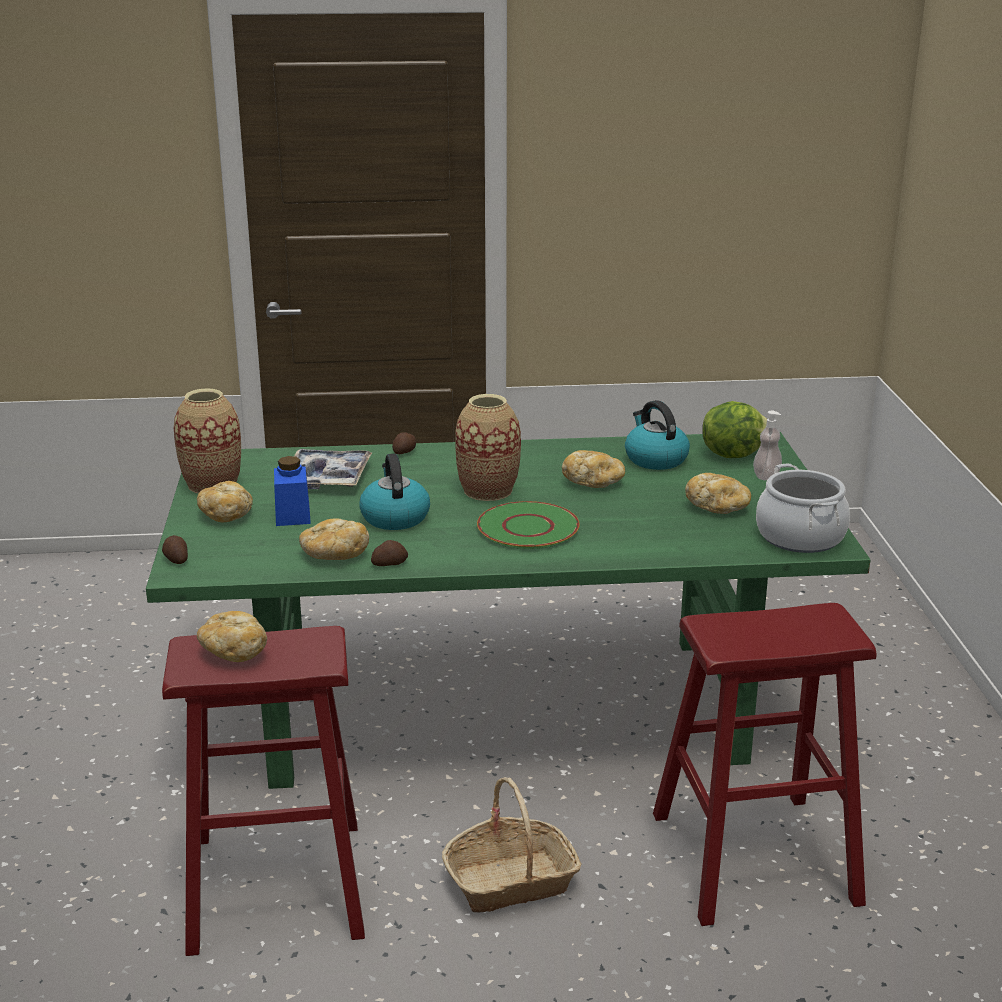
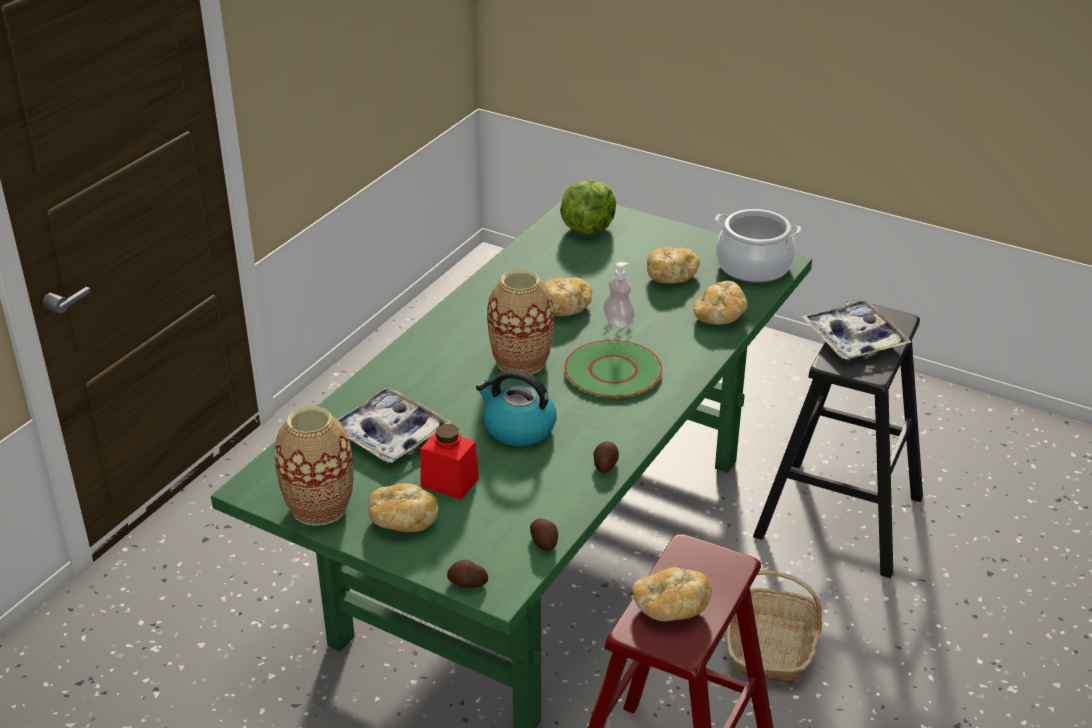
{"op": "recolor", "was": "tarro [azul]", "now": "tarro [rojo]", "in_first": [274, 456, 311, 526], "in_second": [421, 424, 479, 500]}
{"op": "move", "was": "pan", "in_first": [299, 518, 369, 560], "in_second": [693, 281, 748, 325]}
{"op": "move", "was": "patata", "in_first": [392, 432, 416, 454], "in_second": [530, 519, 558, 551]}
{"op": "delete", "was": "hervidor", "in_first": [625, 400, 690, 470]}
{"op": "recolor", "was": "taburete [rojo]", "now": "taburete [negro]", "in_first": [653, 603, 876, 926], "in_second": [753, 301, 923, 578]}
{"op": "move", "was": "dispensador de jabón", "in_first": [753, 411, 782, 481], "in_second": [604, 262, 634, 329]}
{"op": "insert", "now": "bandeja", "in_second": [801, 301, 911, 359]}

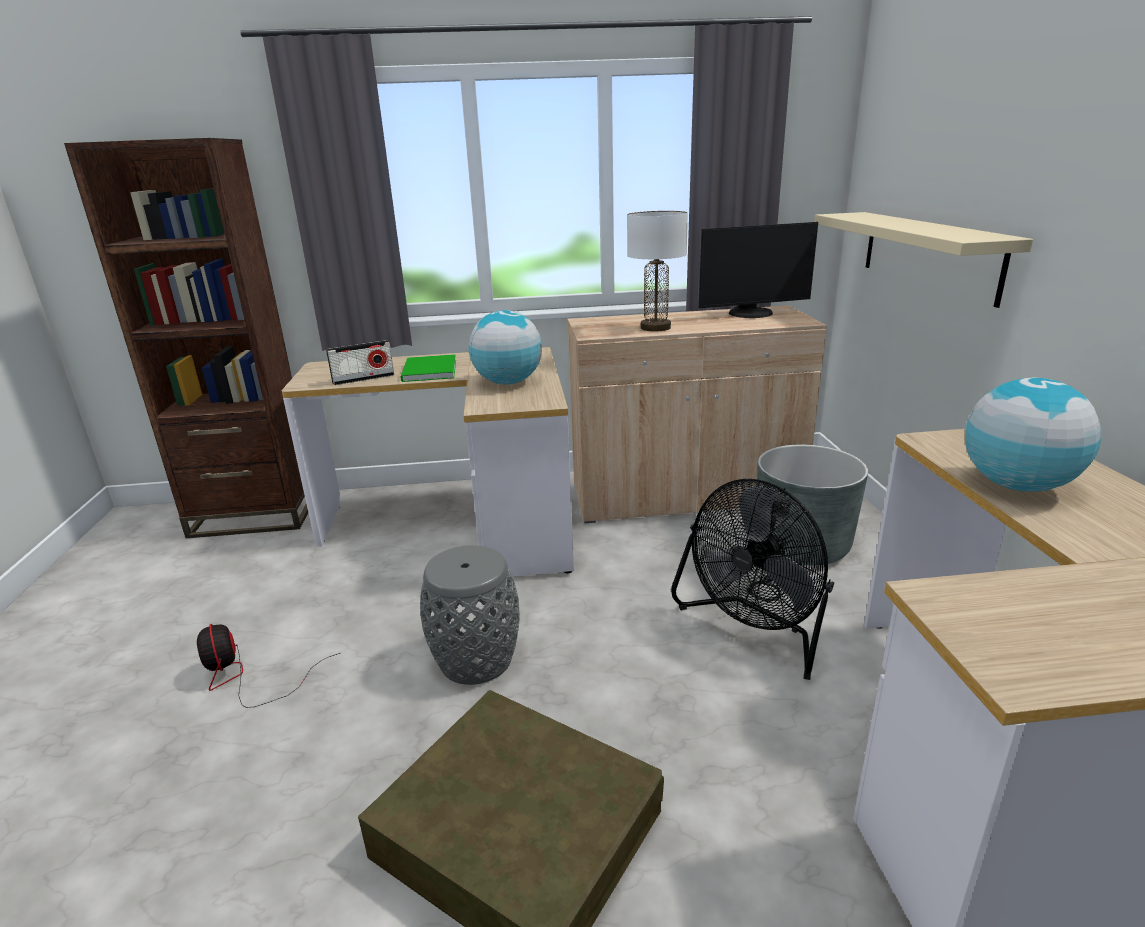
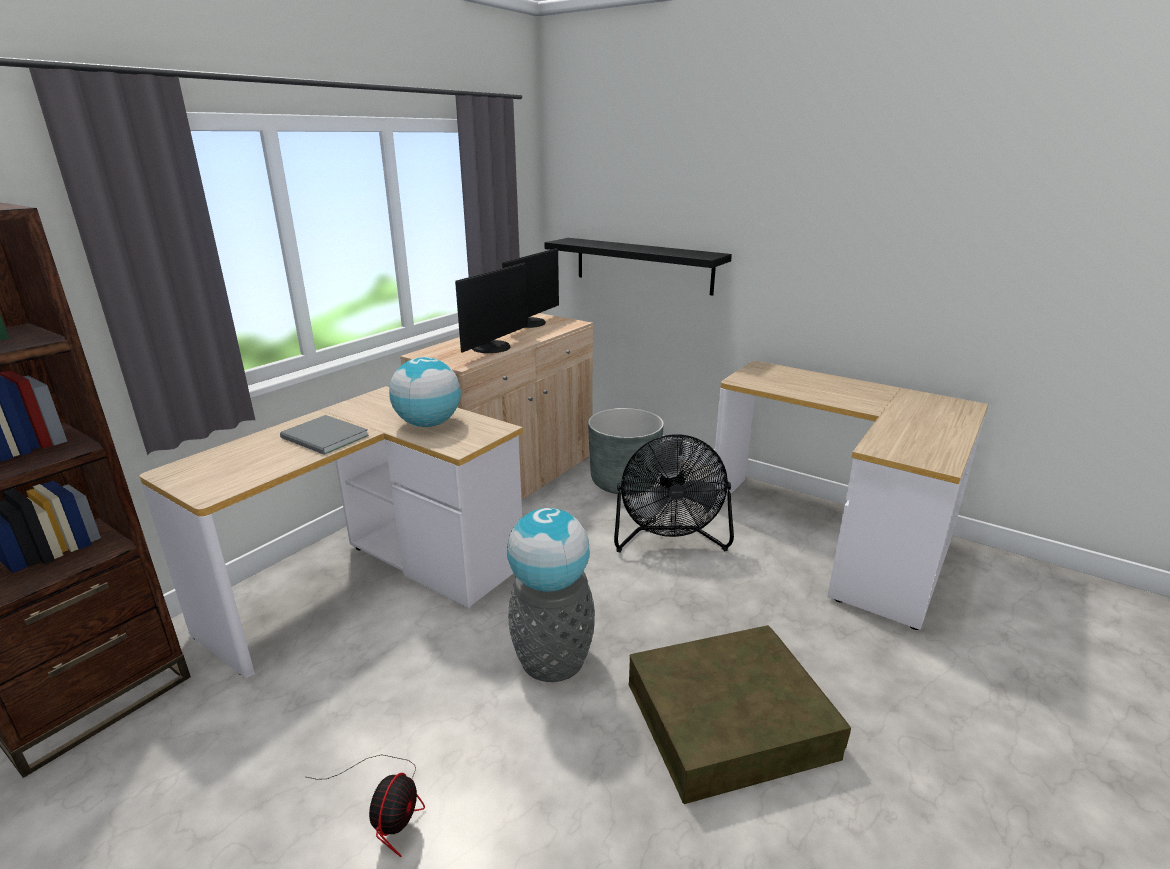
{"op": "rotate", "was": "ventilador", "in_first": [197, 624, 340, 708], "in_second": [305, 755, 425, 857], "clockwise": -90}
{"op": "delete", "was": "radio", "in_first": [326, 340, 394, 385]}
{"op": "recolor", "was": "libro [verde]", "now": "libro [gris]", "in_first": [401, 354, 456, 382], "in_second": [280, 415, 369, 455]}
{"op": "replace", "was": "lámpara de mesa", "now": "monitor", "in_first": [627, 211, 688, 331], "in_second": [455, 263, 528, 353]}
{"op": "recolor", "was": "estante [beis]", "now": "estante [negro]", "in_first": [814, 212, 1033, 308], "in_second": [545, 238, 732, 296]}
{"op": "move", "was": "globo terráqueo", "in_first": [965, 378, 1101, 492], "in_second": [507, 508, 590, 592]}

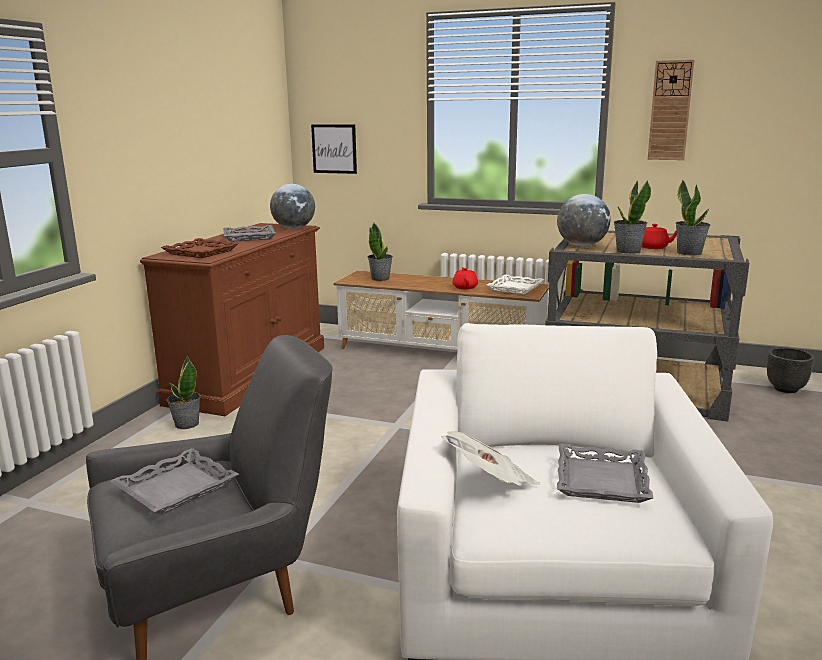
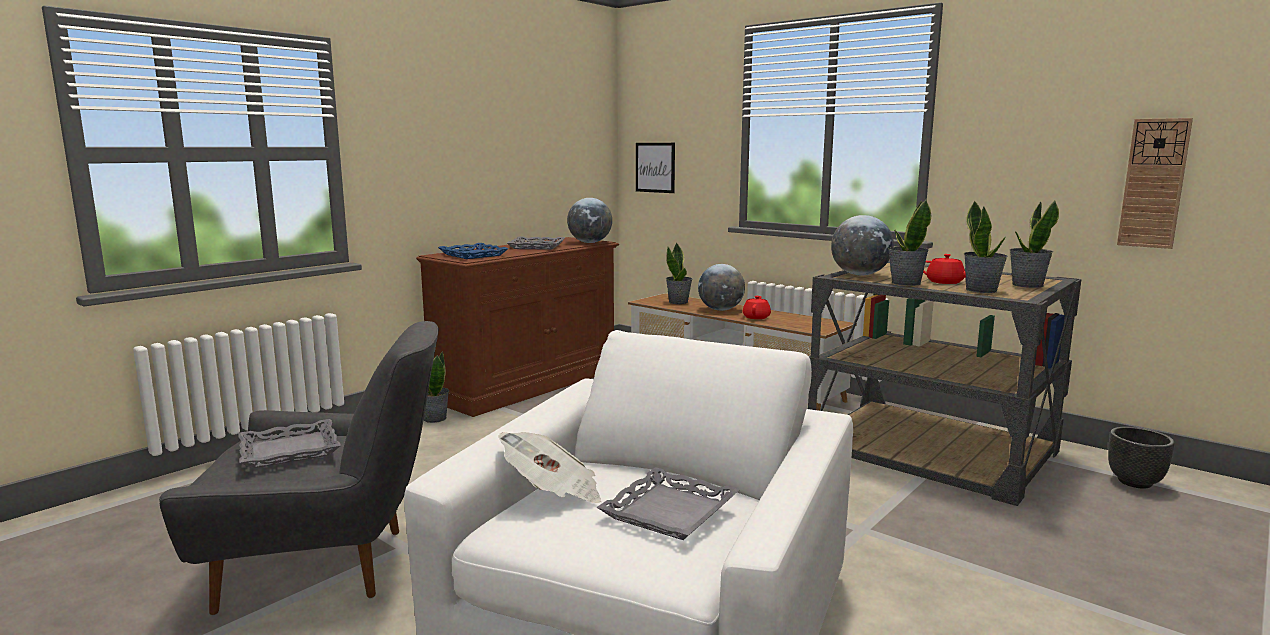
{"op": "recolor", "was": "bandeja [marrón]", "now": "bandeja [azul]", "in_first": [161, 238, 239, 258], "in_second": [438, 243, 508, 259]}
{"op": "delete", "was": "bandeja [blanco]", "in_first": [487, 275, 544, 294]}
{"op": "move", "was": "reloj de pared", "in_first": [647, 60, 694, 160], "in_second": [1117, 118, 1193, 249]}
{"op": "insert", "now": "globo terráqueo", "in_second": [698, 264, 745, 311]}
{"op": "insert", "now": "planta en maceta", "in_second": [1010, 201, 1059, 288]}

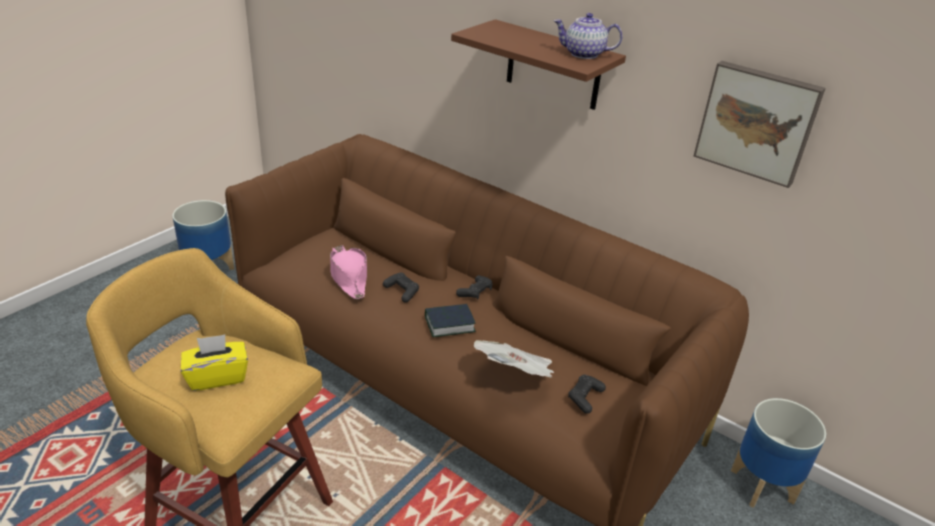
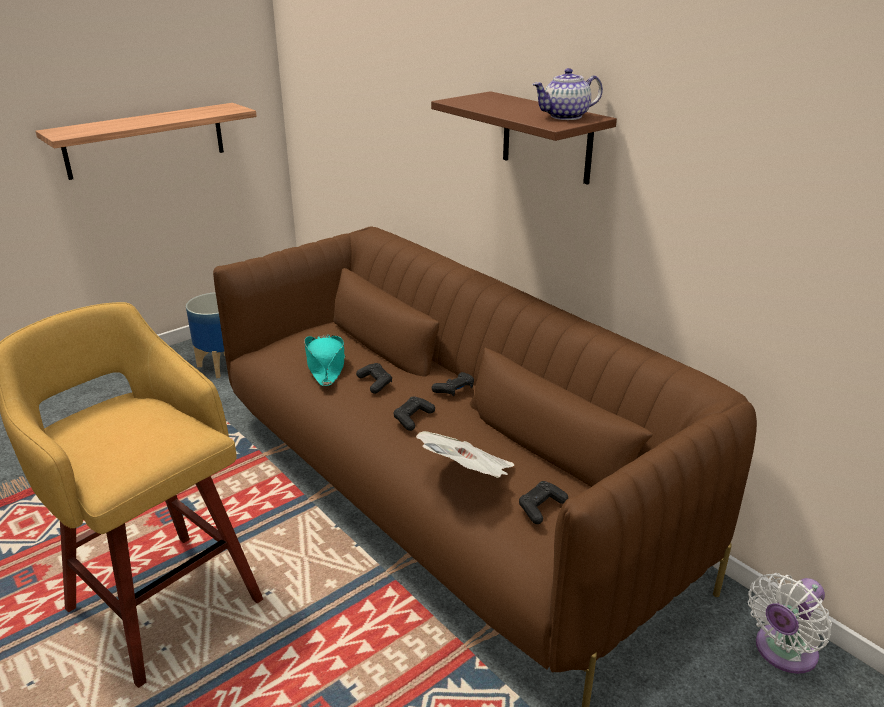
{"op": "delete", "was": "caja de pañuelos [amarillo]", "in_first": [181, 334, 248, 391]}
{"op": "recolor", "was": "sombrero [rosa]", "now": "sombrero [turquesa]", "in_first": [330, 245, 367, 299], "in_second": [304, 334, 346, 386]}
{"op": "replace", "was": "libro", "now": "mando de consola [negro]", "in_first": [425, 304, 476, 337], "in_second": [393, 396, 435, 431]}
{"op": "rotate", "was": "tetera", "in_first": [554, 13, 623, 59], "in_second": [532, 68, 603, 120], "clockwise": -45}
{"op": "delete", "was": "cuadro", "in_first": [694, 61, 826, 188]}
{"op": "replace", "was": "maceta", "now": "ventilador [blanco]", "in_first": [731, 398, 826, 508], "in_second": [748, 573, 832, 674]}
{"op": "insert", "now": "estante", "in_second": [35, 103, 257, 180]}

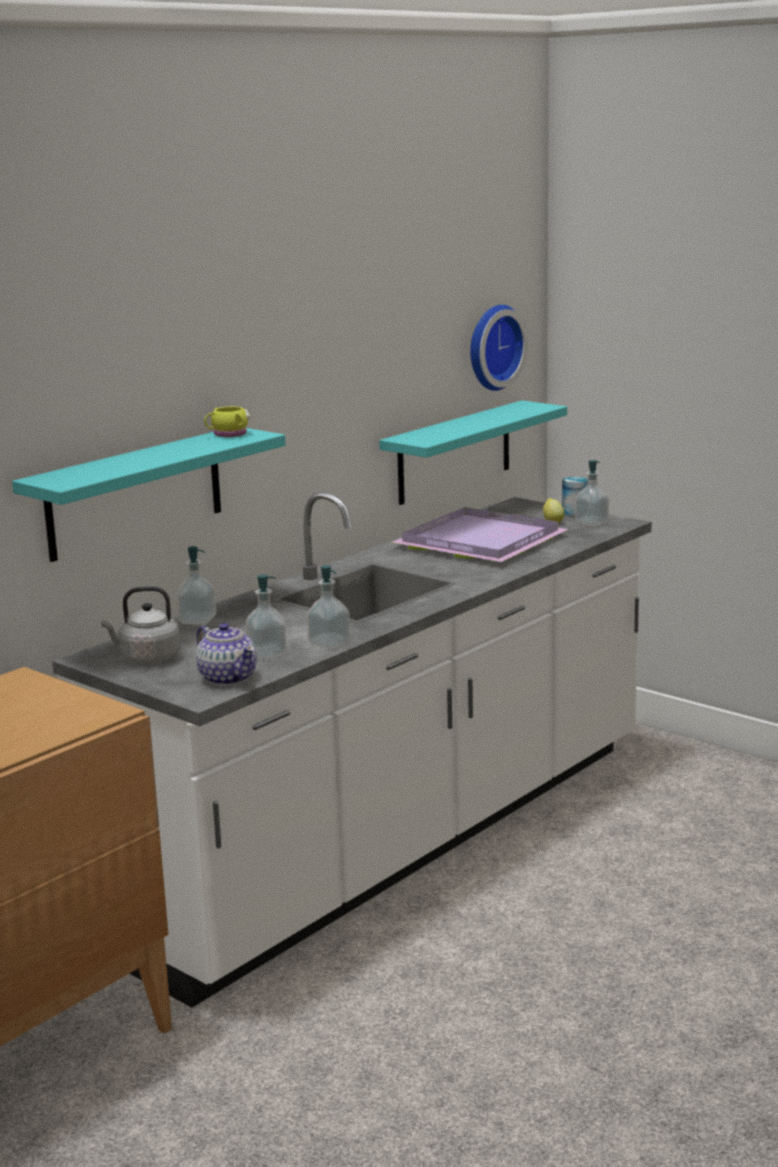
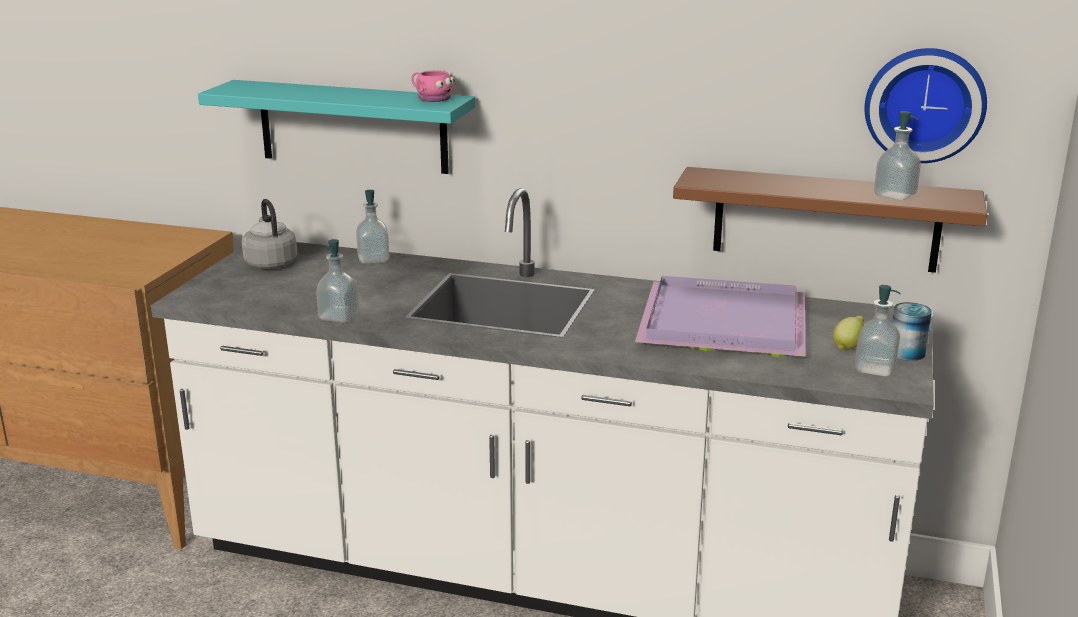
{"op": "delete", "was": "tetera", "in_first": [196, 623, 257, 686]}
{"op": "recolor", "was": "taza grande [amarillo]", "now": "taza grande [rosa]", "in_first": [204, 406, 250, 437], "in_second": [411, 70, 455, 102]}
{"op": "move", "was": "dispensador de jabón", "in_first": [245, 574, 287, 659], "in_second": [874, 111, 921, 200]}
{"op": "recolor", "was": "estante [turquesa]", "now": "estante [marrón]", "in_first": [379, 400, 567, 505], "in_second": [673, 167, 987, 273]}

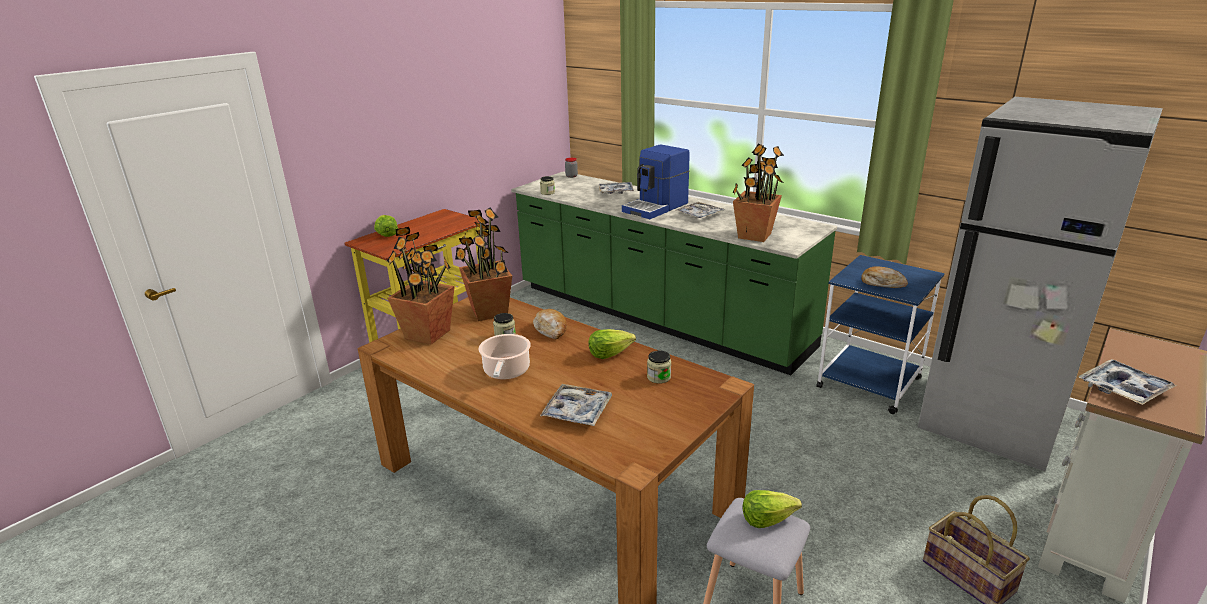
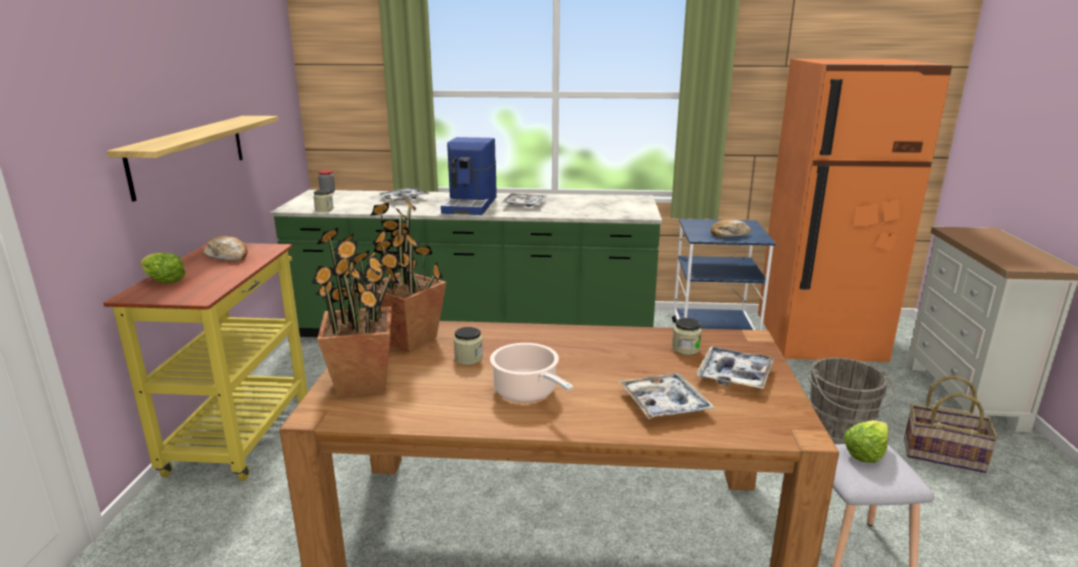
{"op": "move", "was": "pan", "in_first": [533, 309, 567, 339], "in_second": [204, 236, 248, 261]}
{"op": "delete", "was": "lechuga", "in_first": [589, 329, 636, 359]}
{"op": "delete", "was": "planta en maceta", "in_first": [733, 144, 784, 242]}
{"op": "recolor", "was": "nevera [gris]", "now": "nevera [naranja]", "in_first": [918, 97, 1163, 471], "in_second": [758, 59, 952, 362]}
{"op": "move", "was": "bandeja", "in_first": [1078, 359, 1177, 405], "in_second": [696, 347, 774, 389]}
{"op": "insert", "now": "estante", "in_second": [106, 116, 279, 202]}
{"op": "insert", "now": "cubo [gris]", "in_second": [809, 357, 896, 444]}

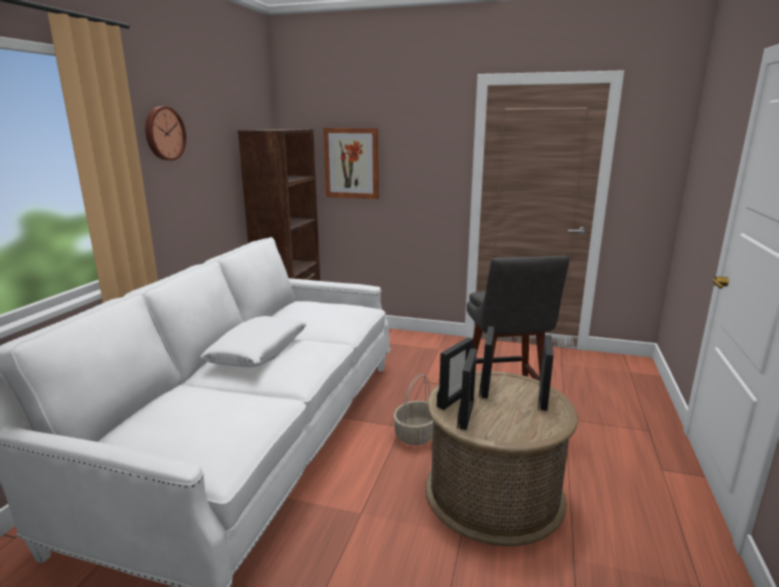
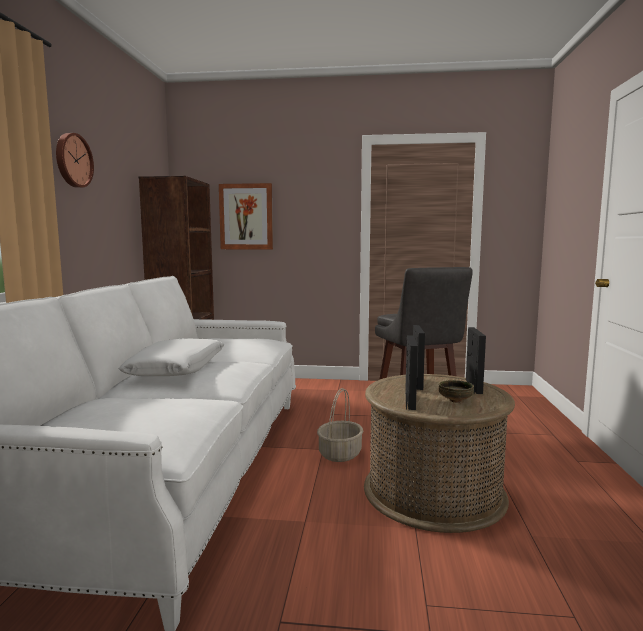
{"op": "delete", "was": "portarretratos", "in_first": [437, 337, 473, 410]}
{"op": "insert", "now": "cuenco", "in_second": [439, 380, 474, 403]}

